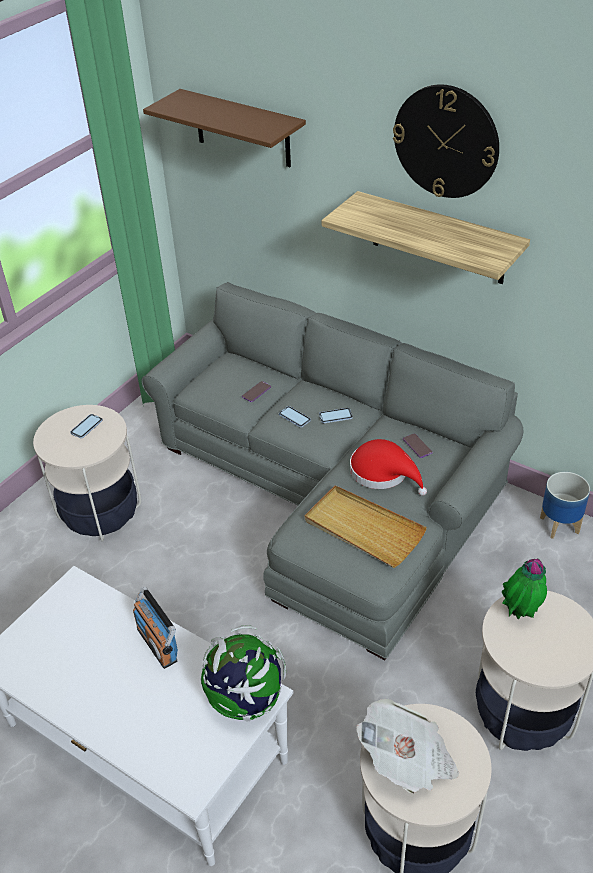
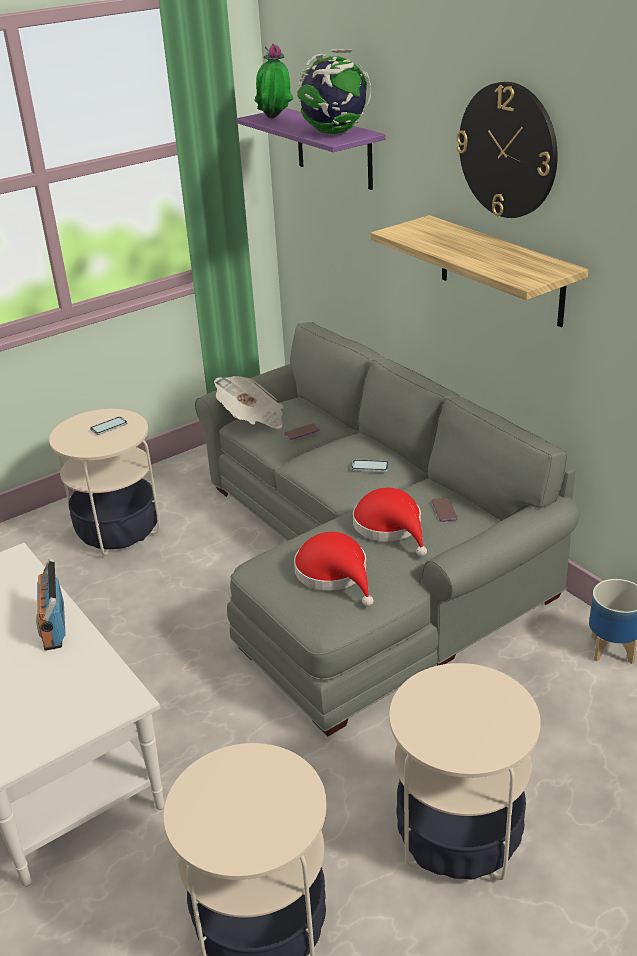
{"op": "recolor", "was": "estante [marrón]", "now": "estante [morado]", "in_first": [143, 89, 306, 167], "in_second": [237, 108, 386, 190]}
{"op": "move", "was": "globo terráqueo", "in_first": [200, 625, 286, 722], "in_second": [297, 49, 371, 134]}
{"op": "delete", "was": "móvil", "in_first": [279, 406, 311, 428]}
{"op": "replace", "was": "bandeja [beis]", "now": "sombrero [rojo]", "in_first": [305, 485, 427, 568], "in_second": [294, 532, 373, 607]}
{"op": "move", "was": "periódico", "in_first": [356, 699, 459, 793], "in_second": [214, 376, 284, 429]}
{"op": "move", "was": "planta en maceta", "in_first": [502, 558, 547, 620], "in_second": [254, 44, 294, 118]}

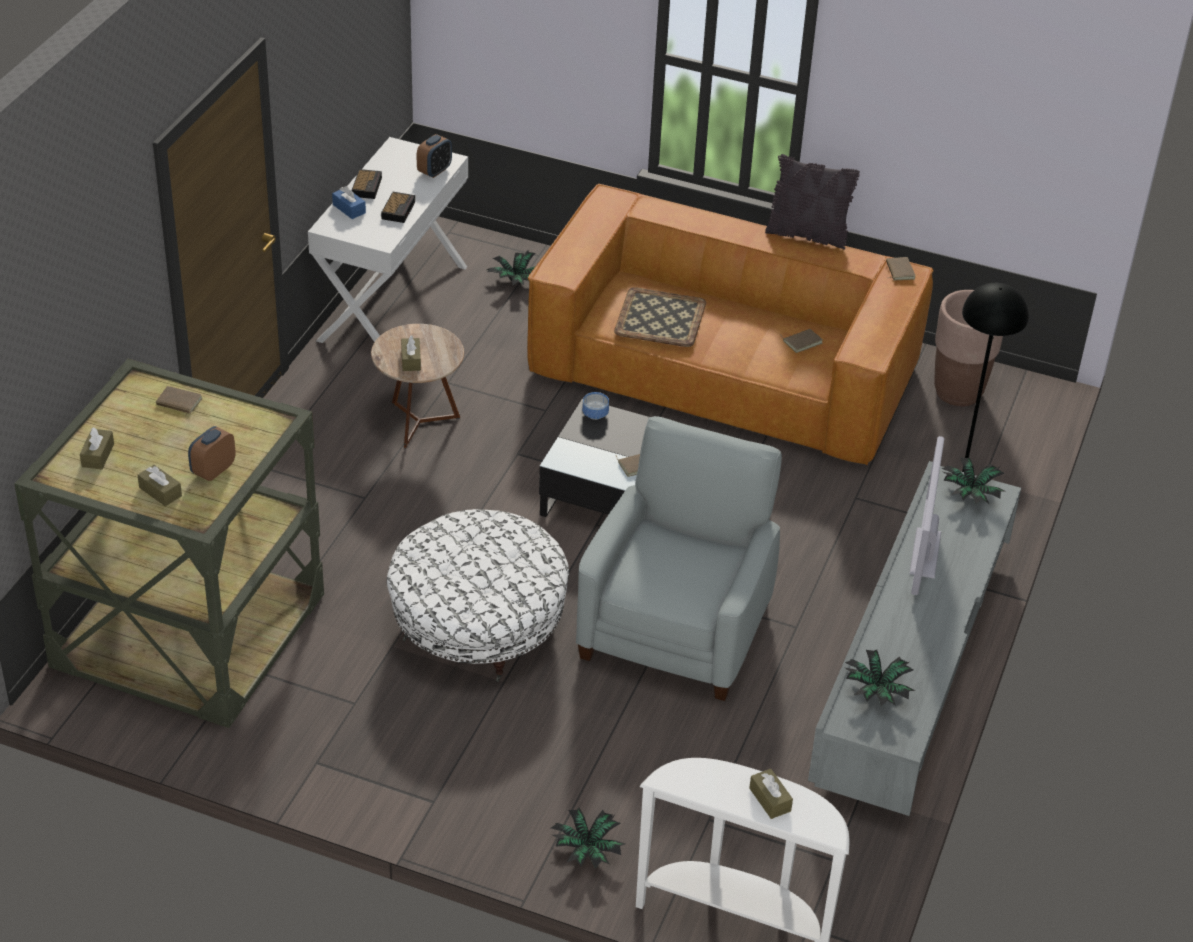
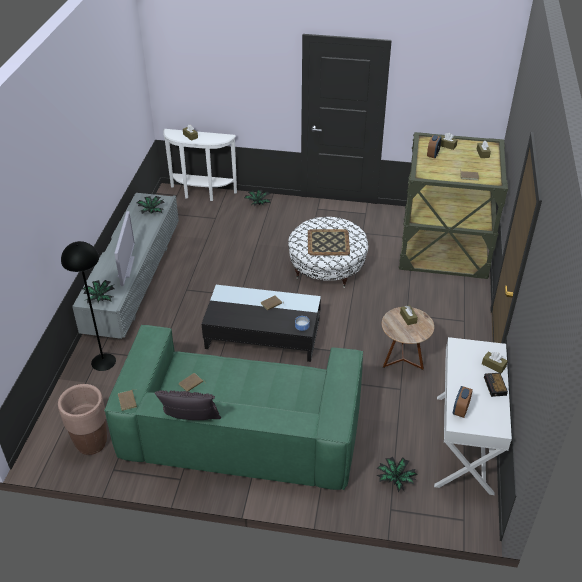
{"op": "recolor", "was": "caja de pañuelos [azul]", "now": "caja de pañuelos [marrón]", "in_first": [332, 186, 366, 219], "in_second": [482, 352, 508, 373]}
{"op": "delete", "was": "despertador", "in_first": [381, 192, 415, 223]}
{"op": "recolor", "was": "sofá [marrón]", "now": "sofá [verde]", "in_first": [527, 184, 934, 465], "in_second": [104, 325, 363, 490]}
{"op": "delete", "was": "sillón [gris]", "in_first": [576, 416, 782, 701]}
{"op": "move", "was": "bandeja", "in_first": [614, 287, 706, 347], "in_second": [308, 229, 350, 256]}

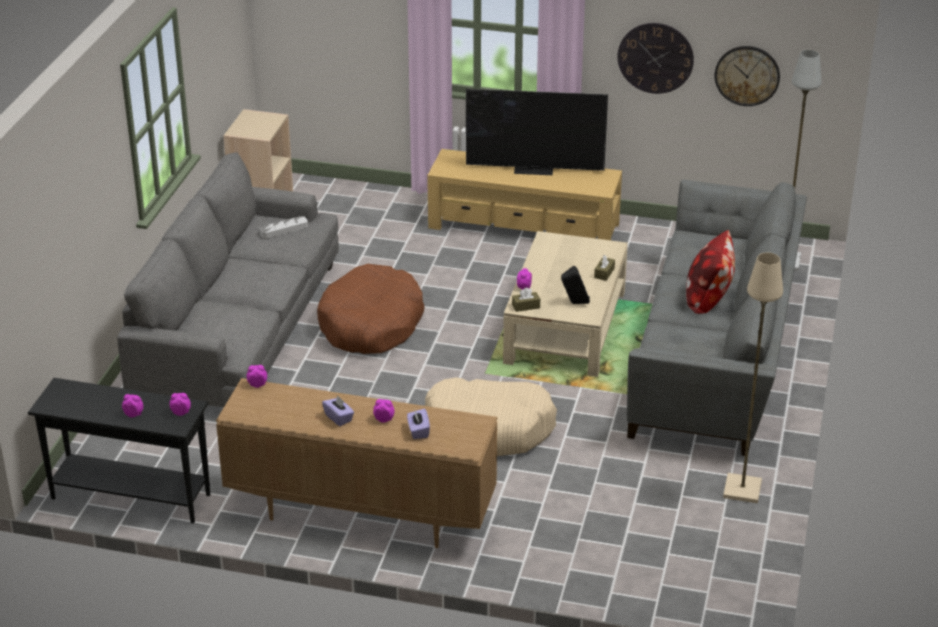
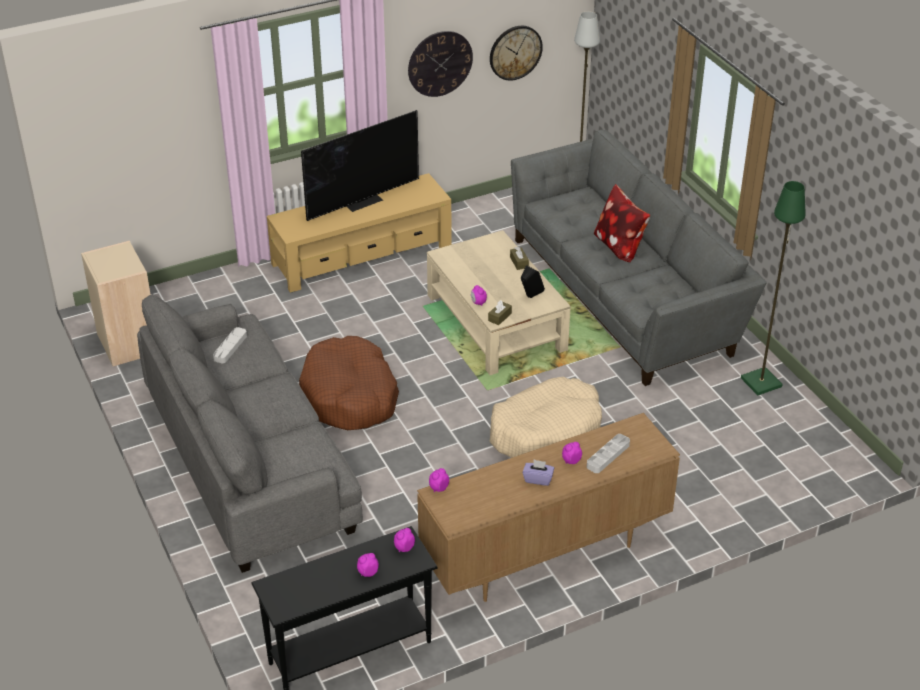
{"op": "replace", "was": "caja de pañuelos [morado]", "now": "bandeja [gris]", "in_first": [407, 408, 430, 439], "in_second": [587, 434, 630, 473]}
{"op": "recolor", "was": "lámpara de pie [beis]", "now": "lámpara de pie [verde]", "in_first": [723, 253, 783, 503], "in_second": [741, 181, 806, 395]}

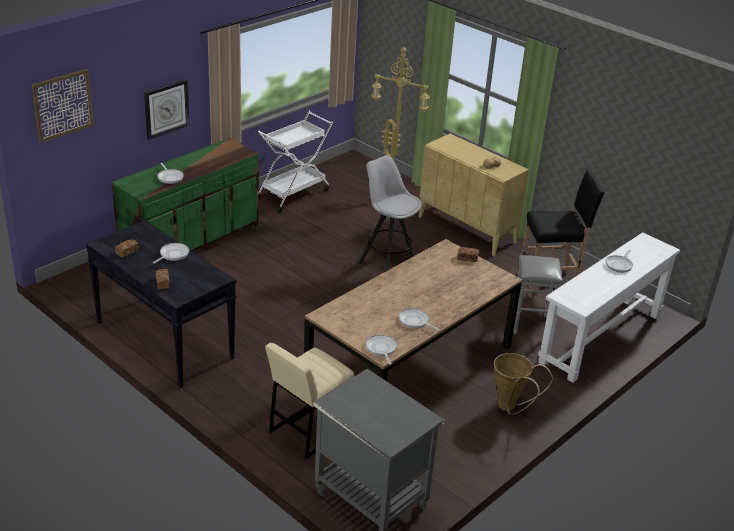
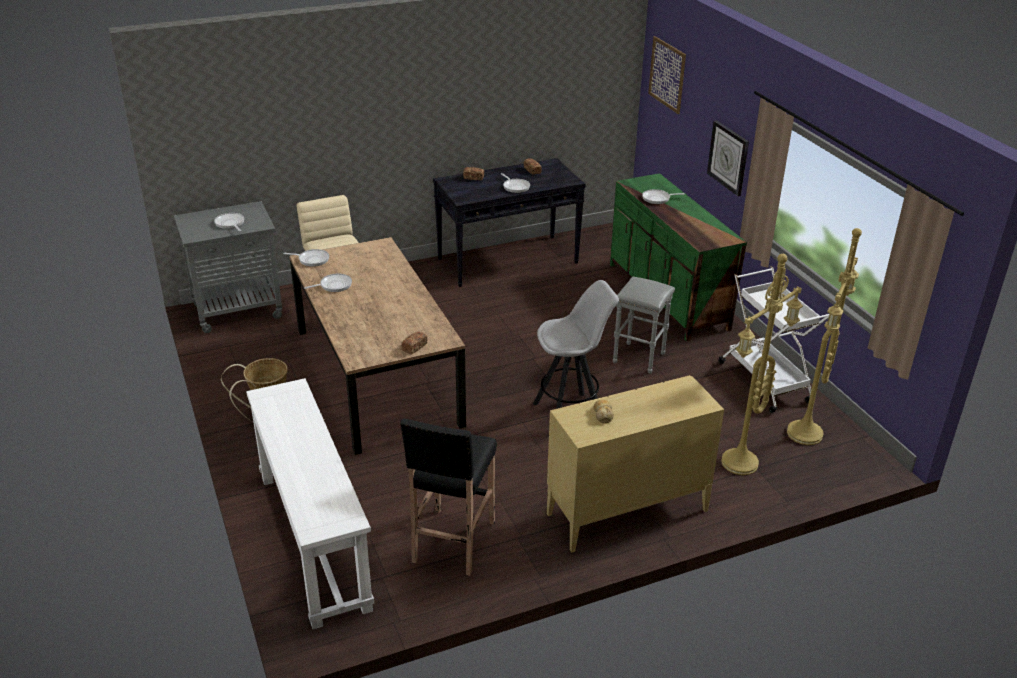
{"op": "move", "was": "taburete [gris]", "in_first": [513, 255, 563, 334], "in_second": [613, 277, 675, 374]}
{"op": "move", "was": "sartén", "in_first": [606, 250, 633, 273], "in_second": [214, 213, 244, 231]}
{"op": "insert", "now": "lámpara de pie [amarillo]", "in_second": [787, 228, 862, 445]}

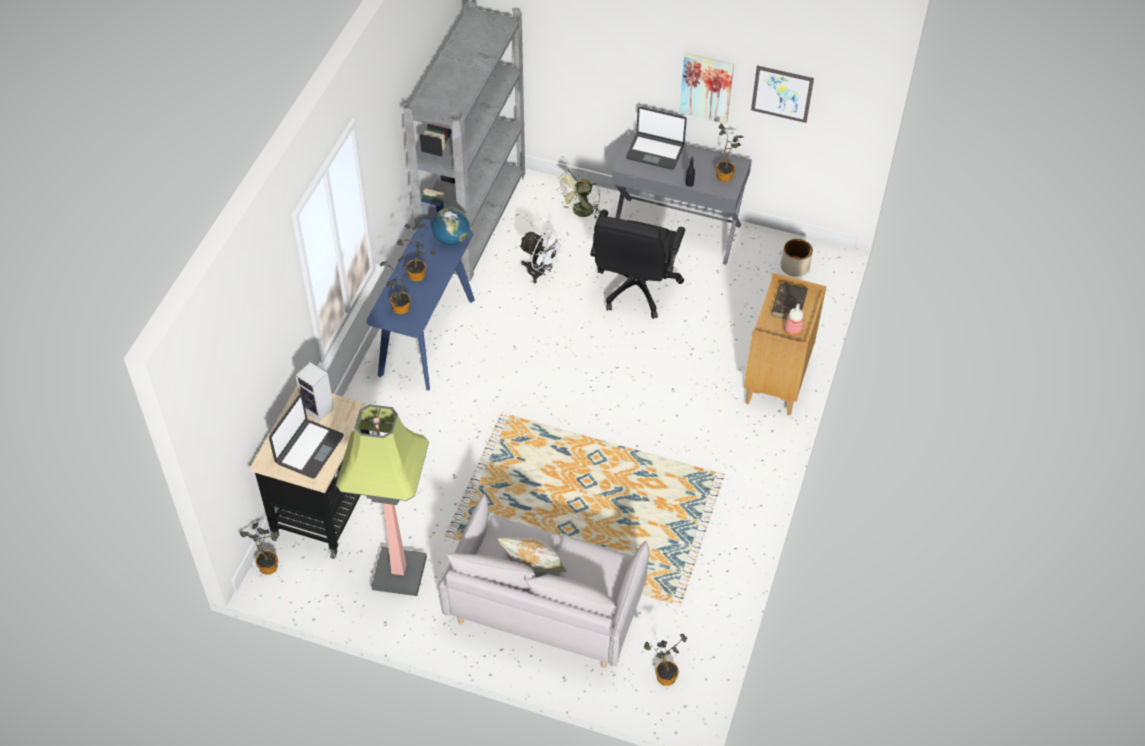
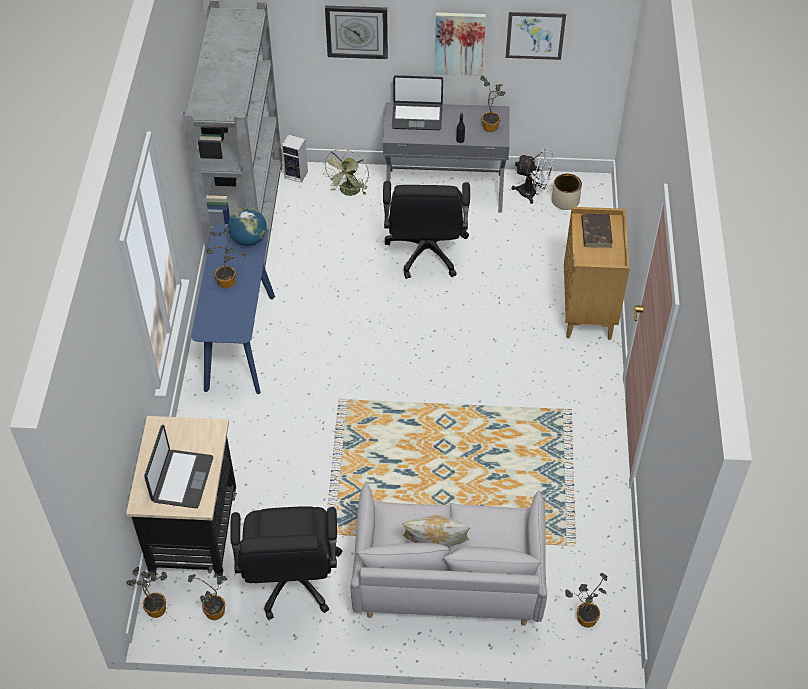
{"op": "move", "was": "altavoz", "in_first": [295, 362, 334, 421], "in_second": [281, 134, 308, 183]}
{"op": "replace", "was": "lámpara de pie", "now": "silla de oficina [negro]", "in_first": [336, 404, 429, 596], "in_second": [230, 506, 342, 620]}
{"op": "move", "was": "planta en maceta", "in_first": [380, 257, 413, 314], "in_second": [188, 566, 227, 620]}
{"op": "move", "was": "ventilador [blanco]", "in_first": [519, 229, 565, 283], "in_second": [511, 148, 555, 204]}
{"op": "delete", "was": "botella", "in_first": [784, 304, 803, 336]}
{"op": "insert", "now": "reloj de pared", "in_second": [325, 6, 388, 59]}

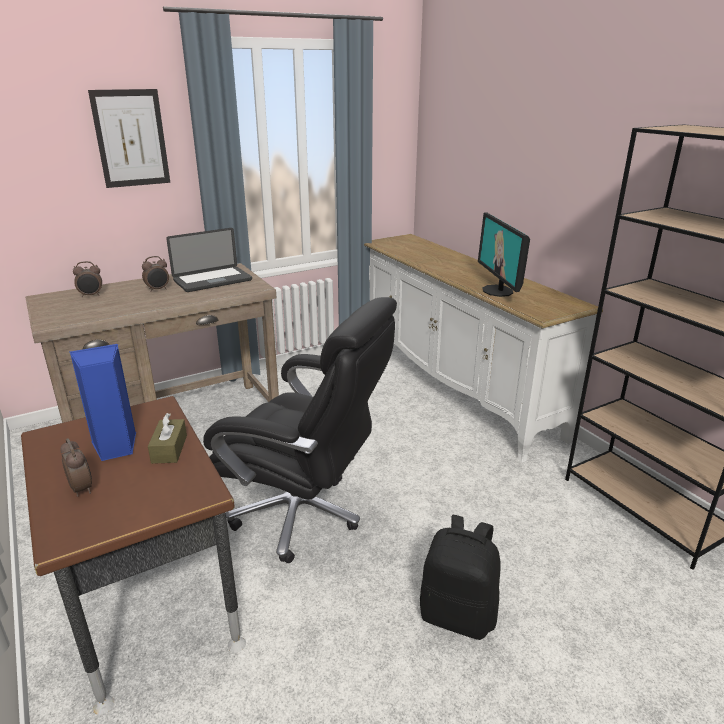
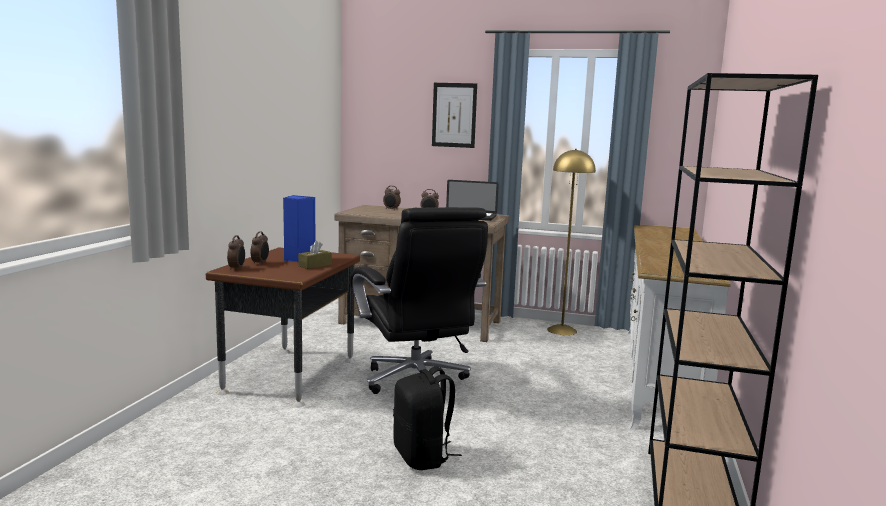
{"op": "delete", "was": "monitor", "in_first": [478, 212, 530, 297]}
{"op": "insert", "now": "despertador", "in_second": [227, 235, 245, 270]}
{"op": "insert", "now": "lámpara de pie [amarillo]", "in_second": [547, 149, 596, 335]}

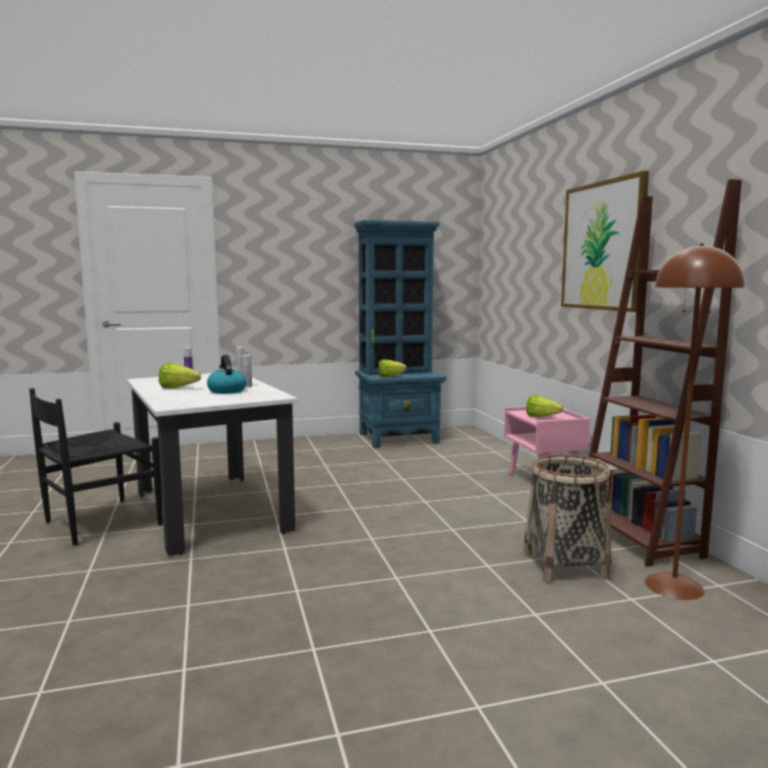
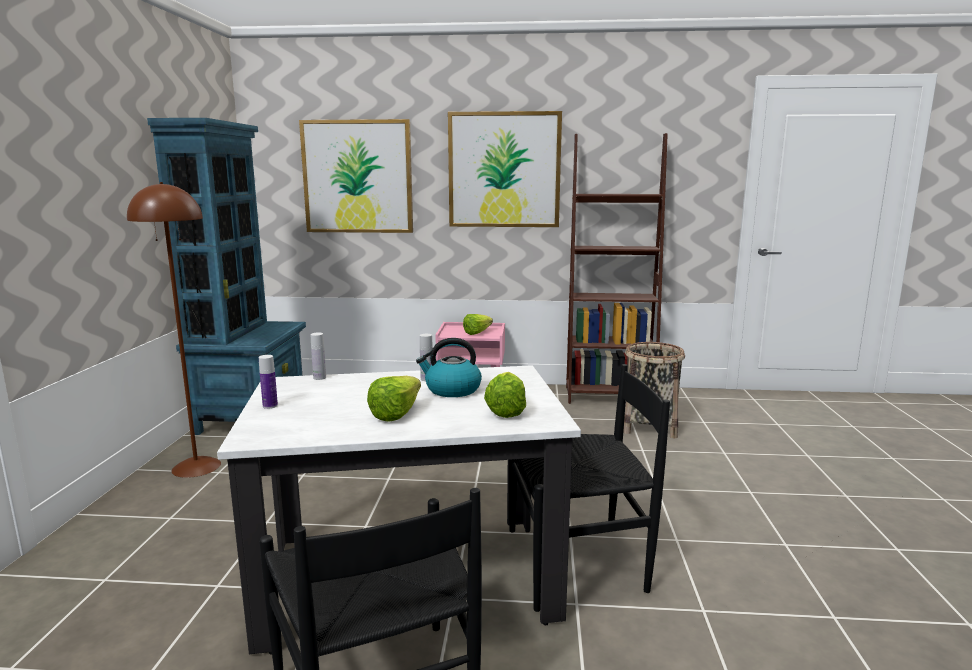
{"op": "move", "was": "lechuga", "in_first": [378, 359, 407, 377], "in_second": [484, 372, 526, 418]}
{"op": "move", "was": "lámpara de pie [marrón]", "in_first": [644, 243, 745, 600], "in_second": [127, 182, 221, 478]}
{"op": "insert", "now": "cuadro", "in_second": [299, 119, 413, 233]}
{"op": "insert", "now": "silla [negro]", "in_second": [509, 364, 670, 612]}

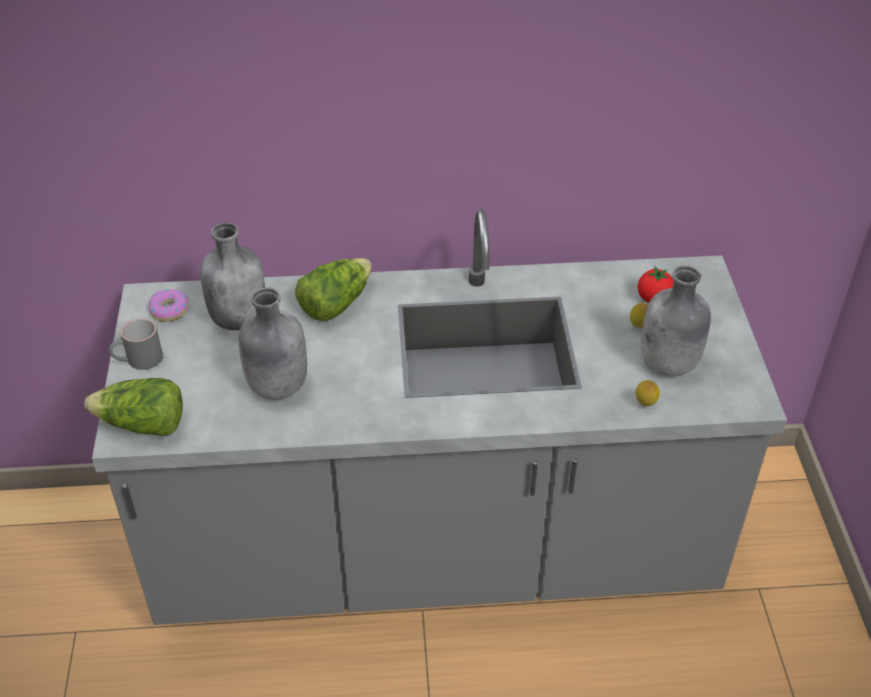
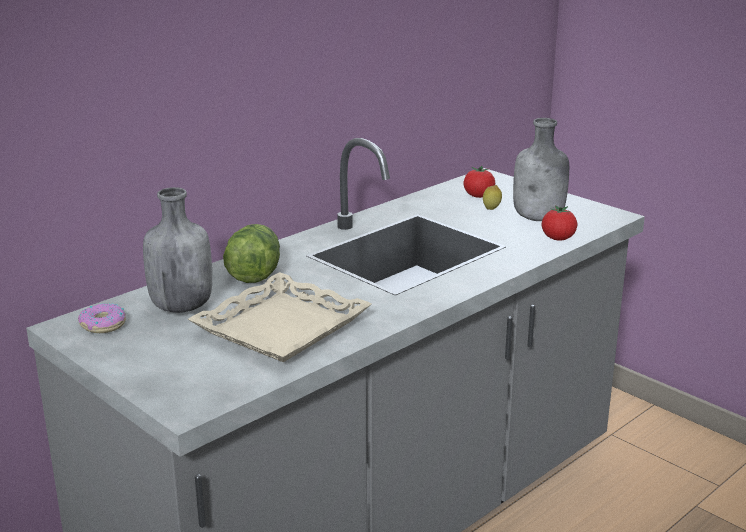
{"op": "delete", "was": "lechuga", "in_first": [85, 378, 183, 436]}
{"op": "delete", "was": "taza grande [gris]", "in_first": [109, 318, 163, 370]}
{"op": "replace", "was": "botella [gris]", "now": "bandeja [beis]", "in_first": [238, 287, 307, 399], "in_second": [188, 272, 372, 362]}
{"op": "replace", "was": "limón", "now": "tomate", "in_first": [635, 380, 660, 406], "in_second": [542, 205, 577, 241]}

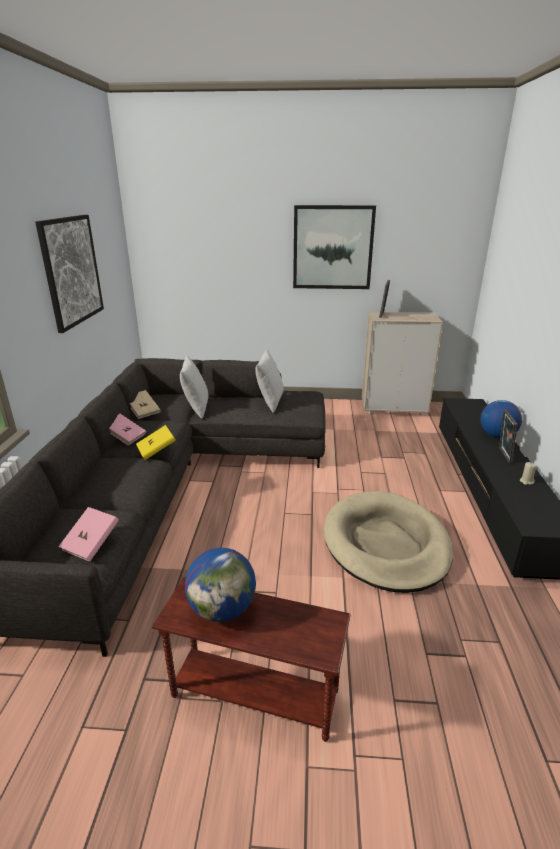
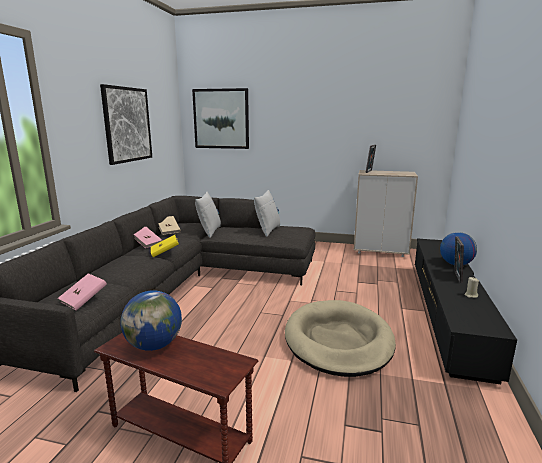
{"op": "move", "was": "cuadro", "in_first": [293, 205, 376, 289], "in_second": [192, 88, 249, 149]}

